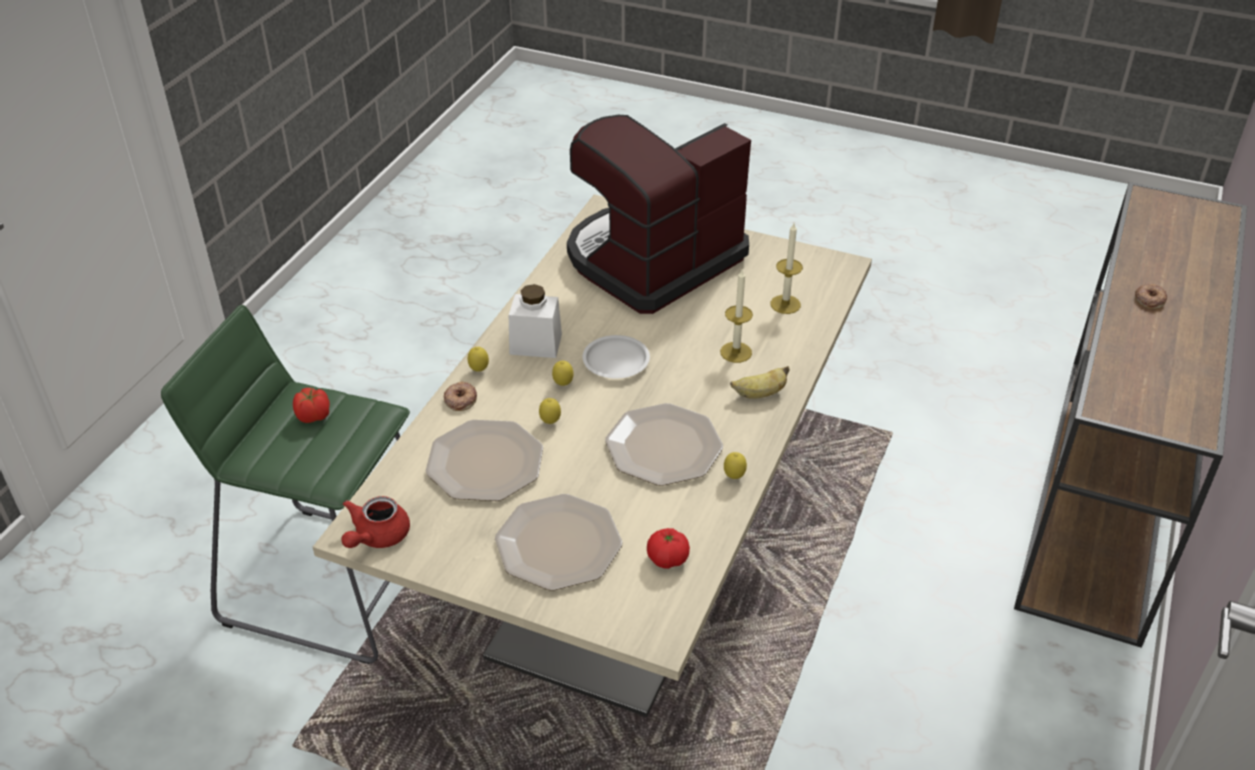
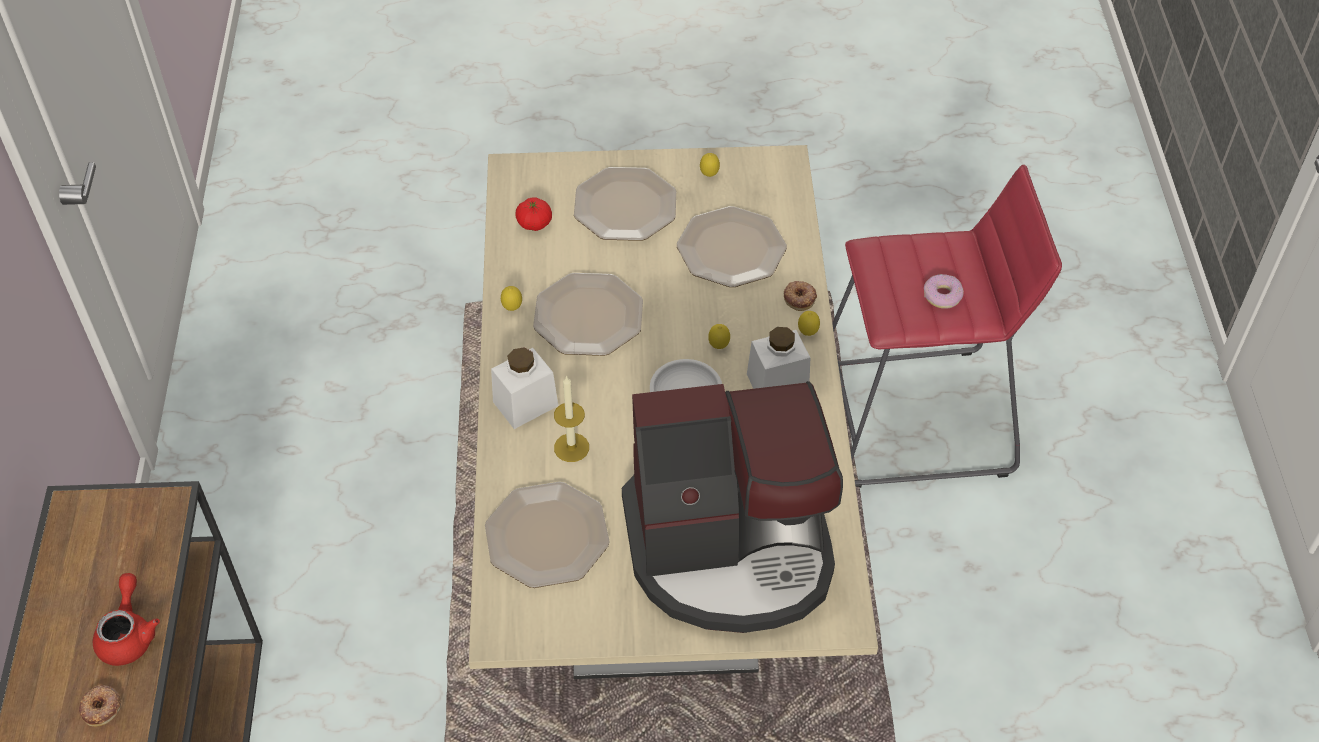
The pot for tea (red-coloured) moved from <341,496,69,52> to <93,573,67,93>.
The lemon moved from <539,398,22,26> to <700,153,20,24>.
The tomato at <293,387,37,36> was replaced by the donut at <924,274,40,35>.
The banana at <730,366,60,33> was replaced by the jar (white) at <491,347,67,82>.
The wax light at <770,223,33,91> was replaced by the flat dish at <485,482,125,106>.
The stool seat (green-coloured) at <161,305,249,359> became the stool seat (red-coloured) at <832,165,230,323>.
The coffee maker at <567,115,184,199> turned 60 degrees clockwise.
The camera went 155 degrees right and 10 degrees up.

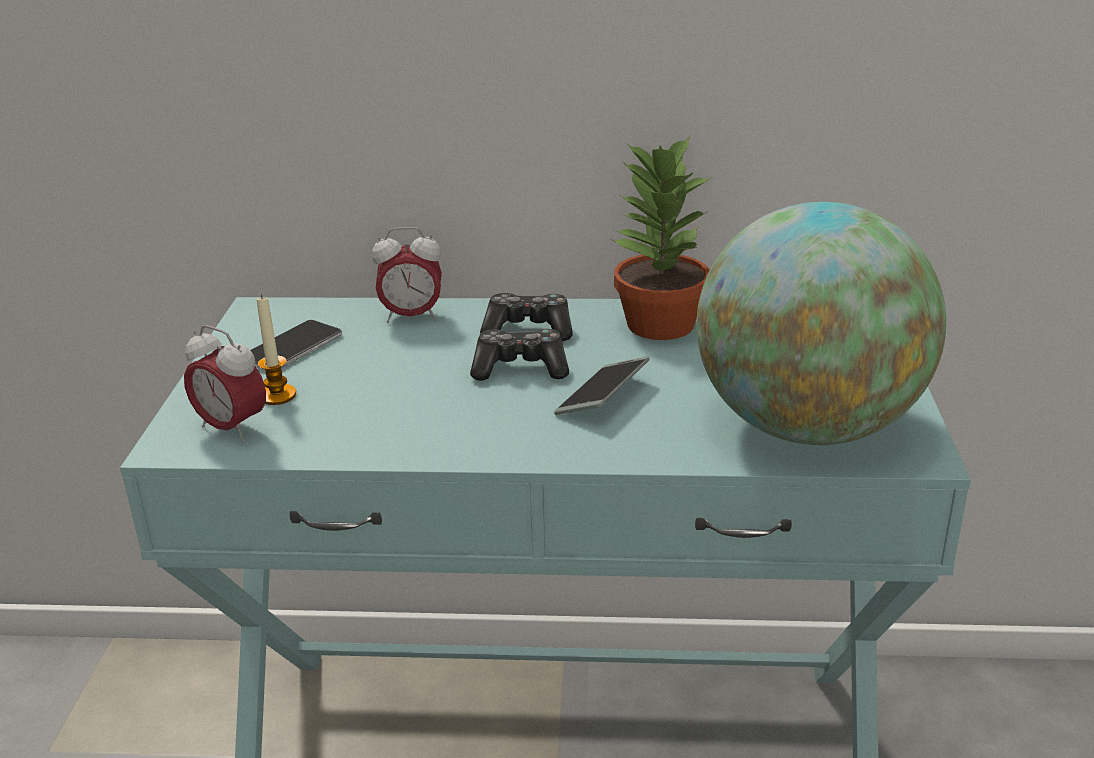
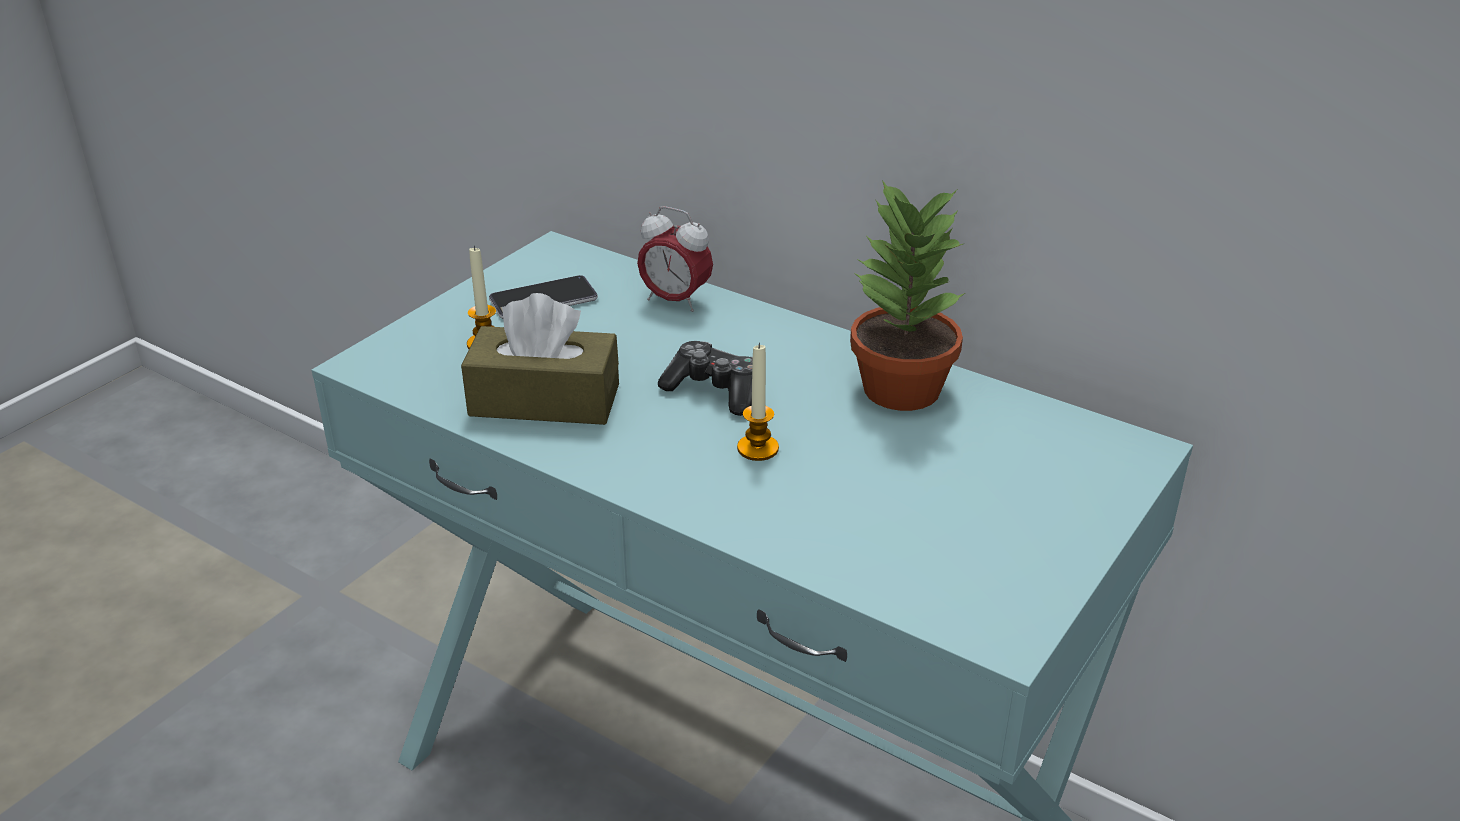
The alarm clock at <184,325,82,118> disappeared.
The joypad at <480,293,93,48> disappeared.
The desk globe at <696,202,250,243> disappeared.
The tissue holder (brownish) at <461,293,158,132> appeared.
The handset at <554,356,96,59> was replaced by the wax light at <737,343,42,118>.
The camera went 30 degrees right and 5 degrees up.

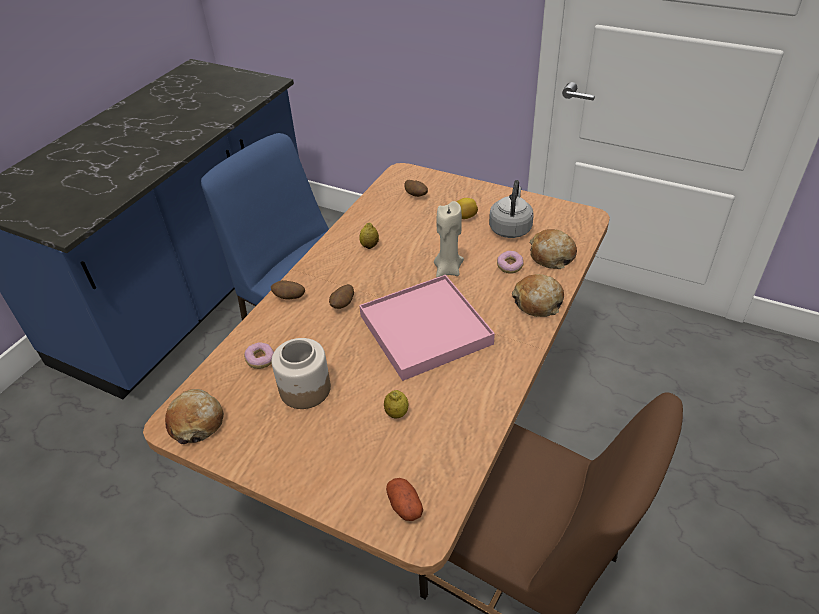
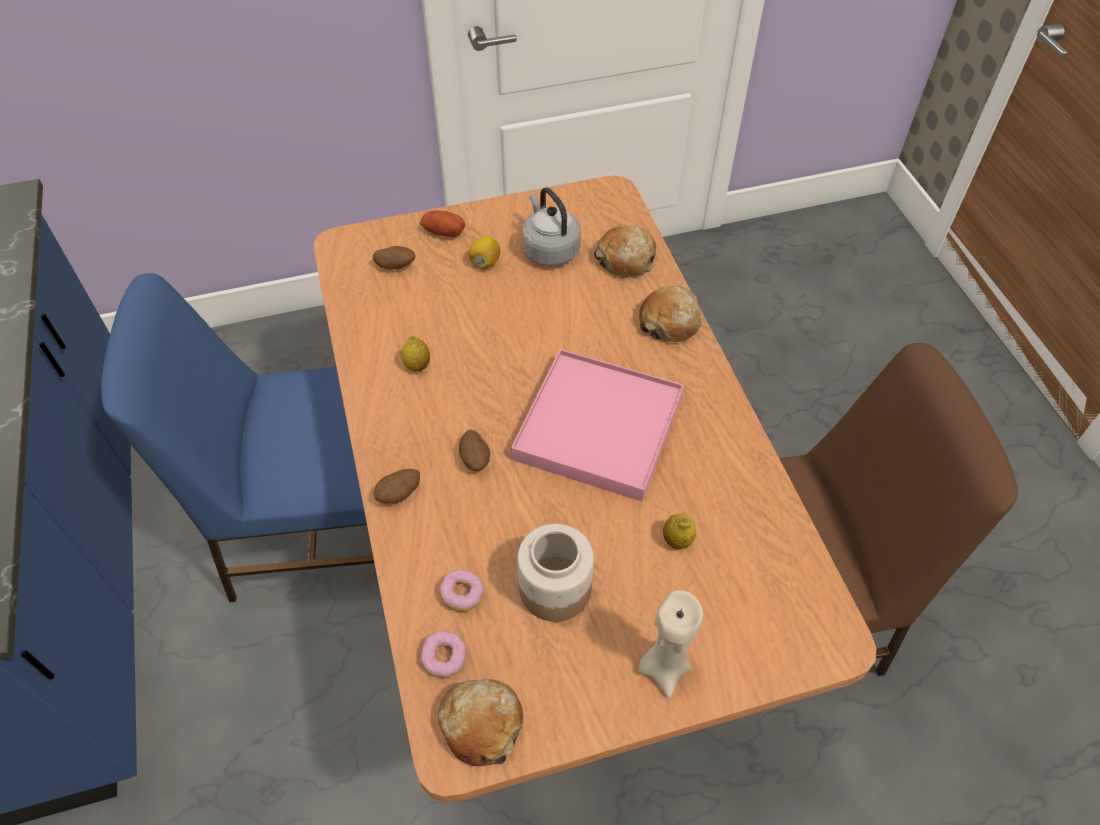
The potato moved from <386,478,37,43> to <420,210,45,27>.
The wax light (beige) moved from <434,201,30,76> to <639,590,64,108>.
The donut moved from <497,251,27,23> to <420,631,46,47>.
The camera went 45 degrees left and 10 degrees up.

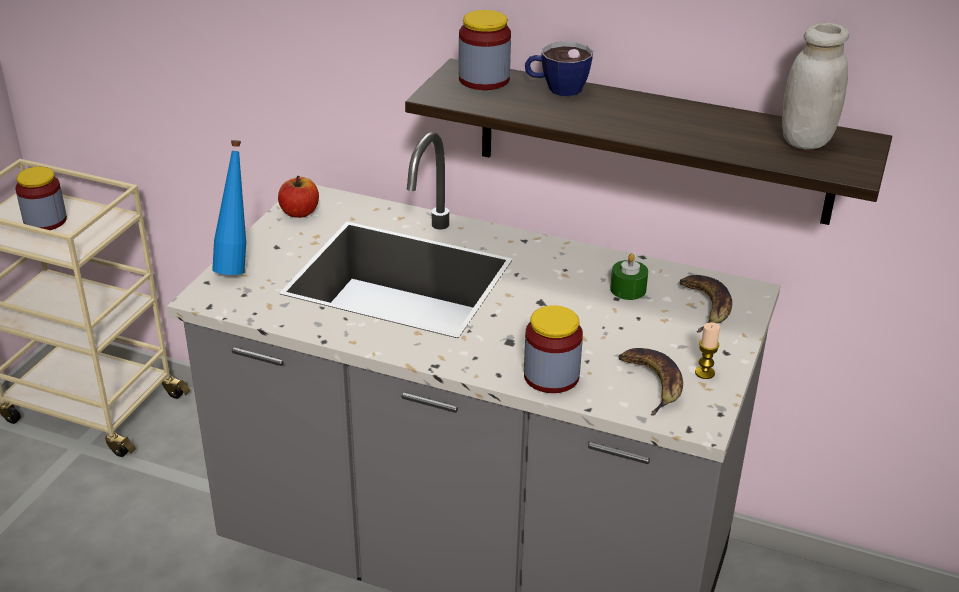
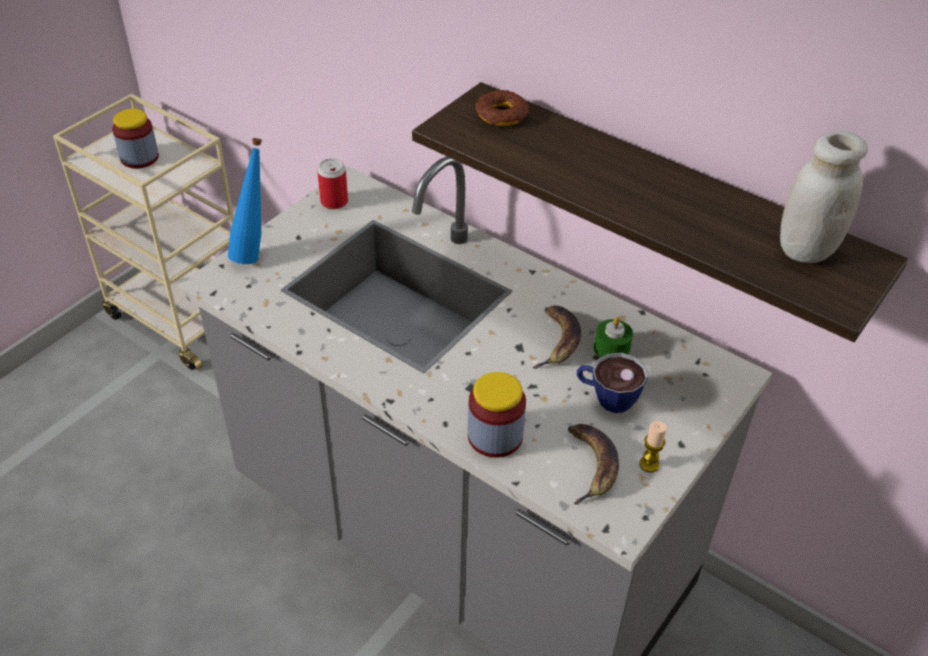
The small cup moved from <525,41,68,55> to <577,353,71,60>.
The banana moved from <679,275,53,58> to <533,305,48,64>.
The apple at <278,176,41,42> was replaced by the metal can at <317,158,31,51>.
The jar at <459,10,52,80> was replaced by the donut at <476,90,53,36>.
The camera went 15 degrees right and 10 degrees up.

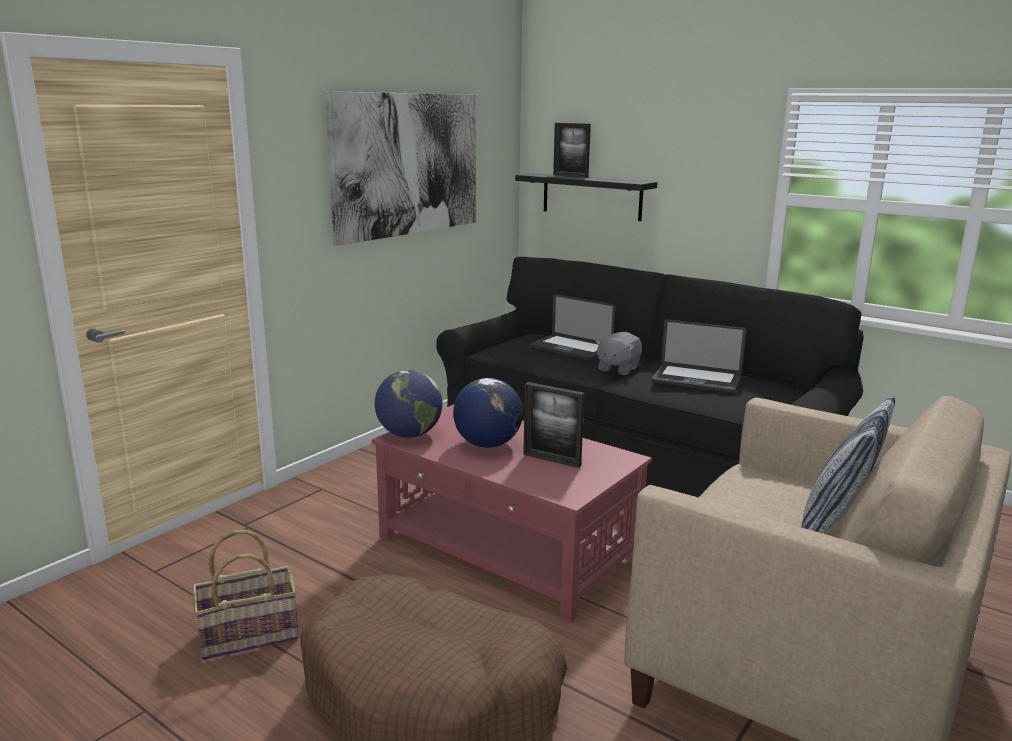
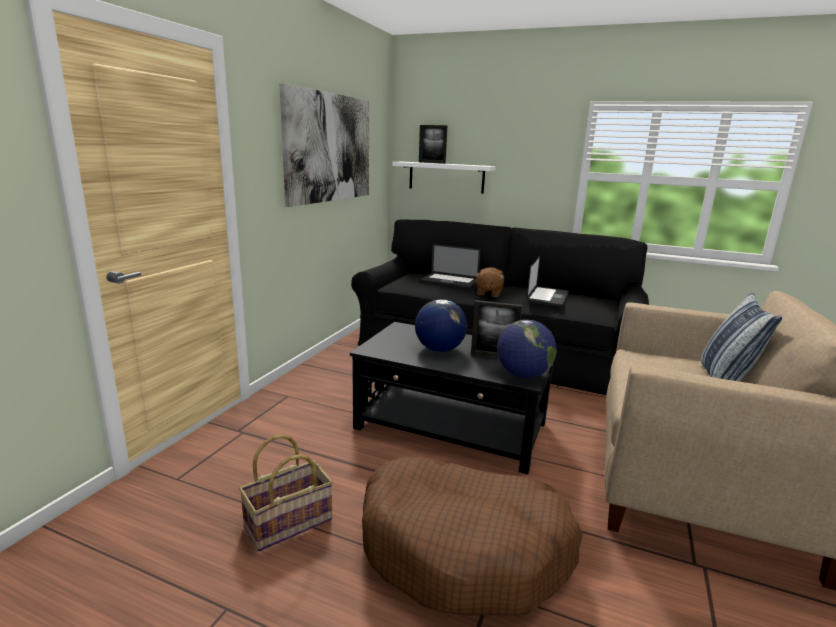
The desk globe moved from <375,370,68,68> to <497,320,59,58>.
The low table (red-coloured) at <372,404,280,218> became the low table (black) at <350,322,207,153>.
The bracket shelf (black) at <515,173,142,48> became the bracket shelf (white) at <392,162,104,32>.
The plush toy (greyish) at <595,332,47,43> became the plush toy (brownish) at <475,267,29,30>.
The notebook computer at <652,319,95,74> turned 75 degrees counterclockwise.
The camera went 15 degrees left and 0 degrees up.

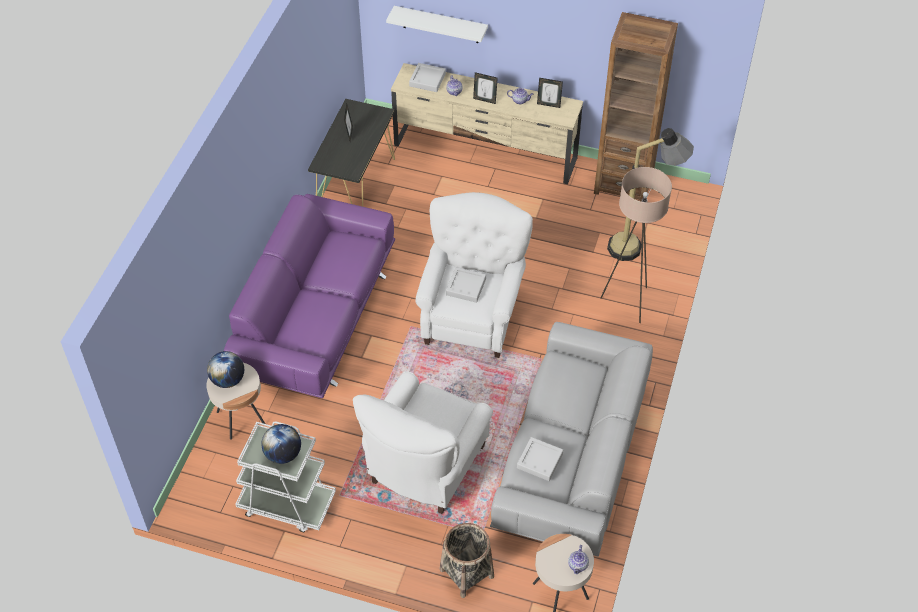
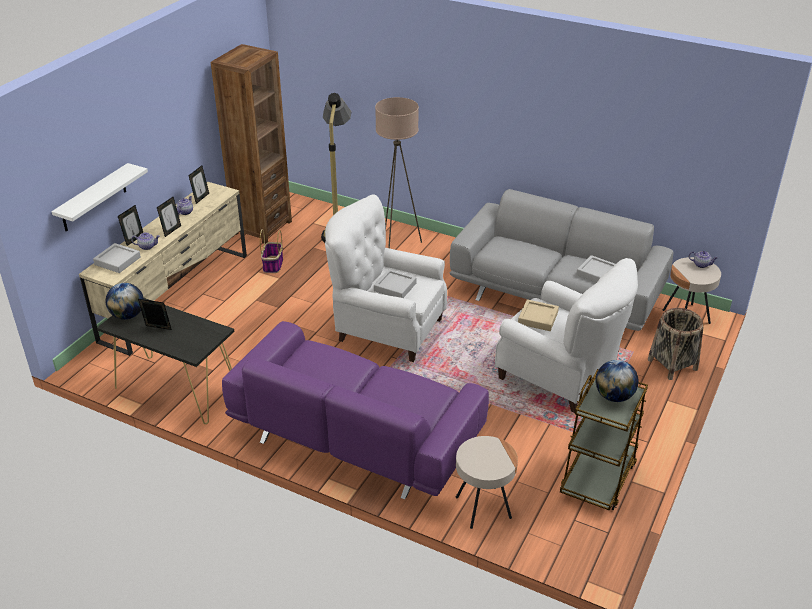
The picture frame at <118,205,25,41> appeared.
The basket at <260,229,23,44> appeared.
The carrying tray (beige) at <518,300,41,31> appeared.
The desk globe moved from <207,351,37,37> to <106,283,38,37>.
The trolley (white) at <235,421,101,111> became the trolley (brownish) at <560,369,88,142>.
The camera went 80 degrees left and 15 degrees down.

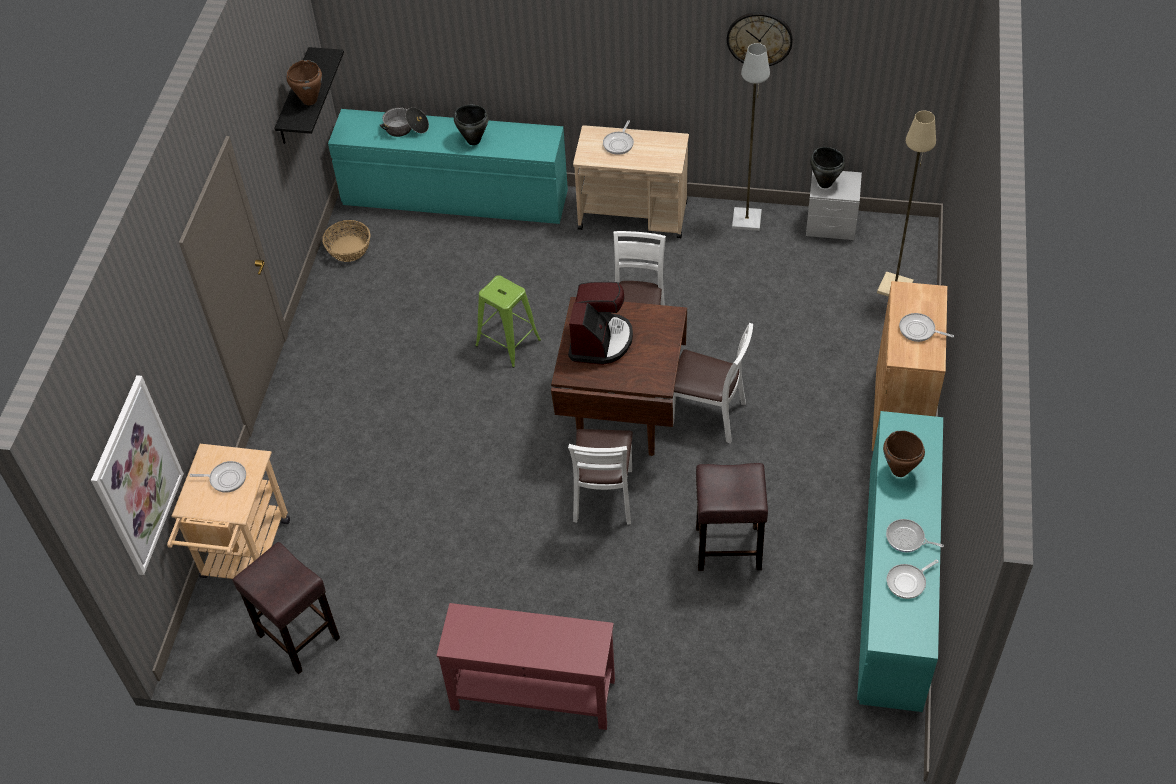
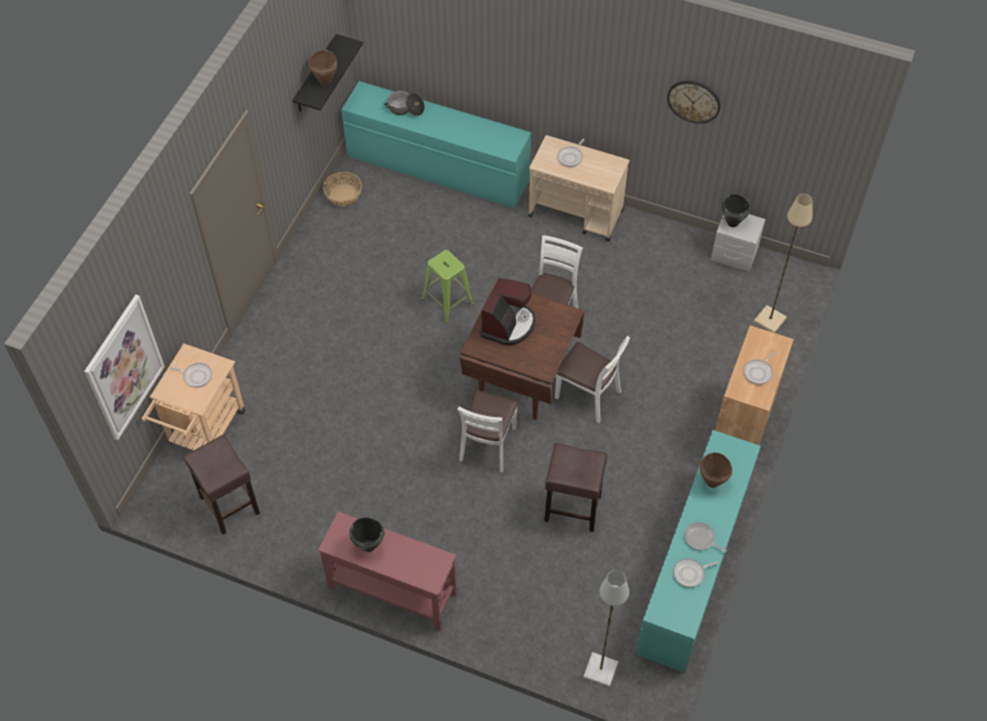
The cooking pot (black) moved from <454,105,35,40> to <349,517,35,35>.
The standing lamp (greyish) moved from <732,43,38,188> to <583,570,46,117>.
The pan at <899,313,55,29> turned 90 degrees counterclockwise.
The camera went 10 degrees right and 5 degrees up.

